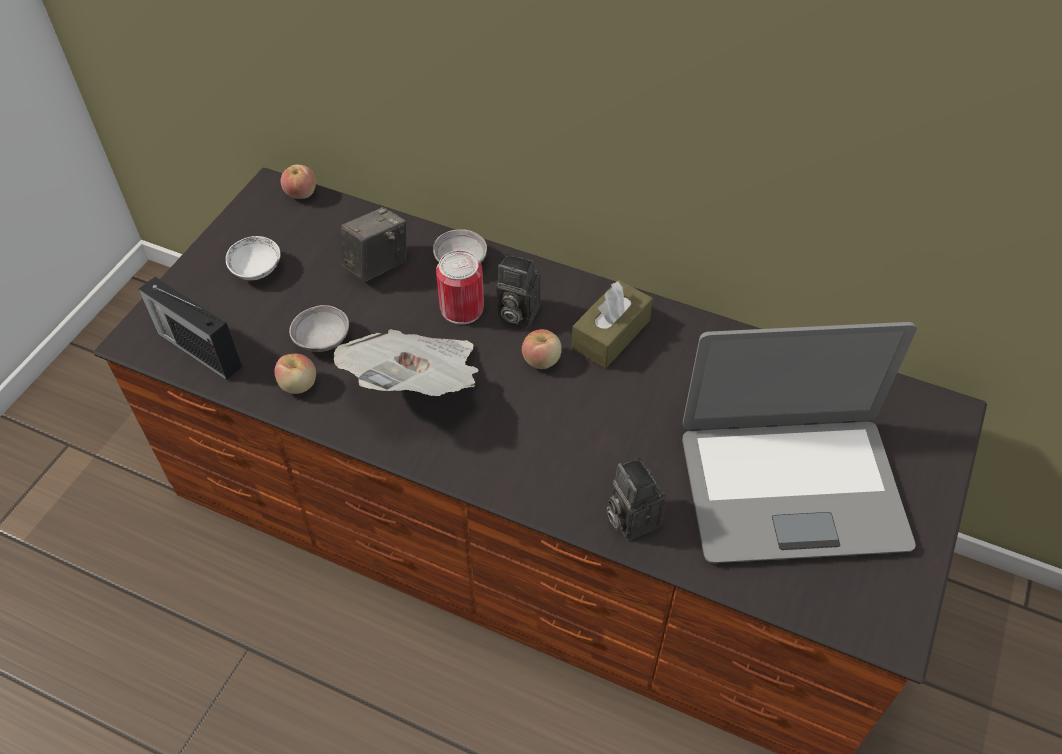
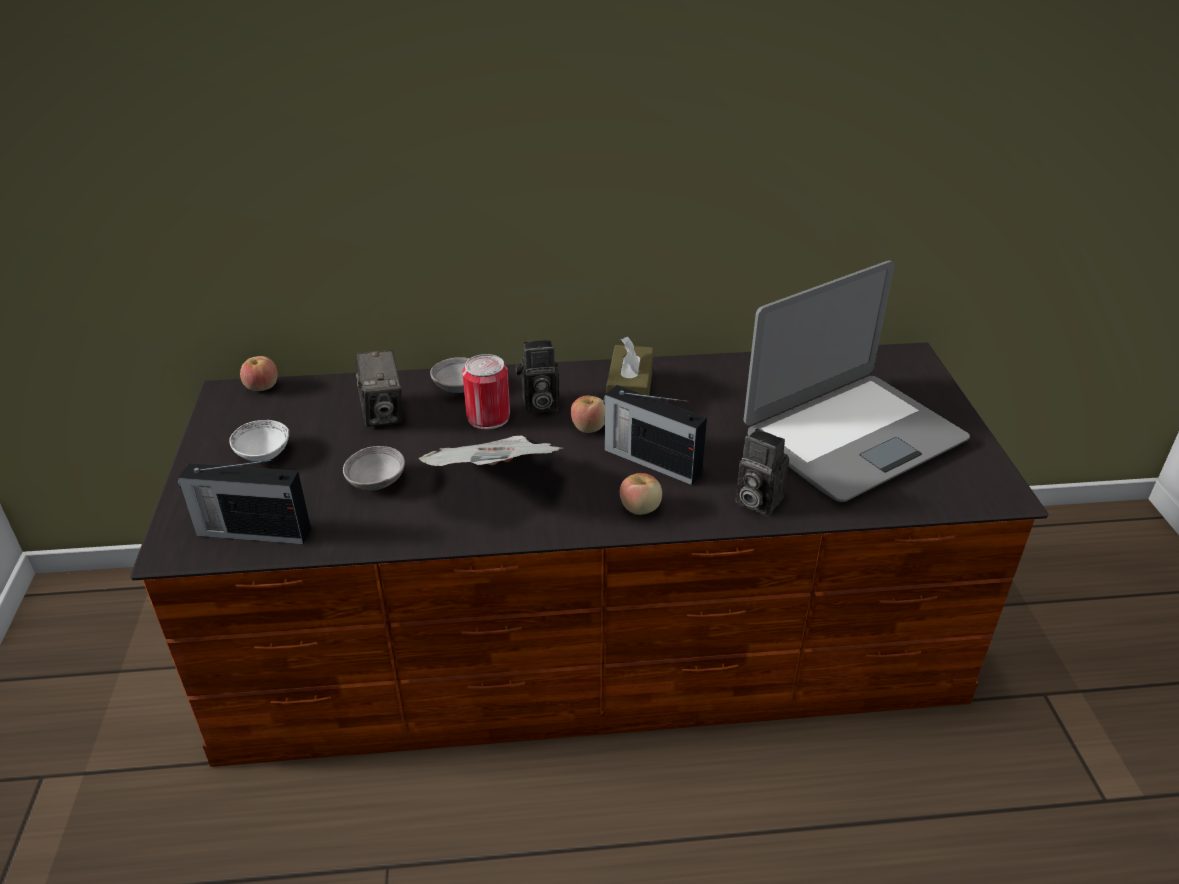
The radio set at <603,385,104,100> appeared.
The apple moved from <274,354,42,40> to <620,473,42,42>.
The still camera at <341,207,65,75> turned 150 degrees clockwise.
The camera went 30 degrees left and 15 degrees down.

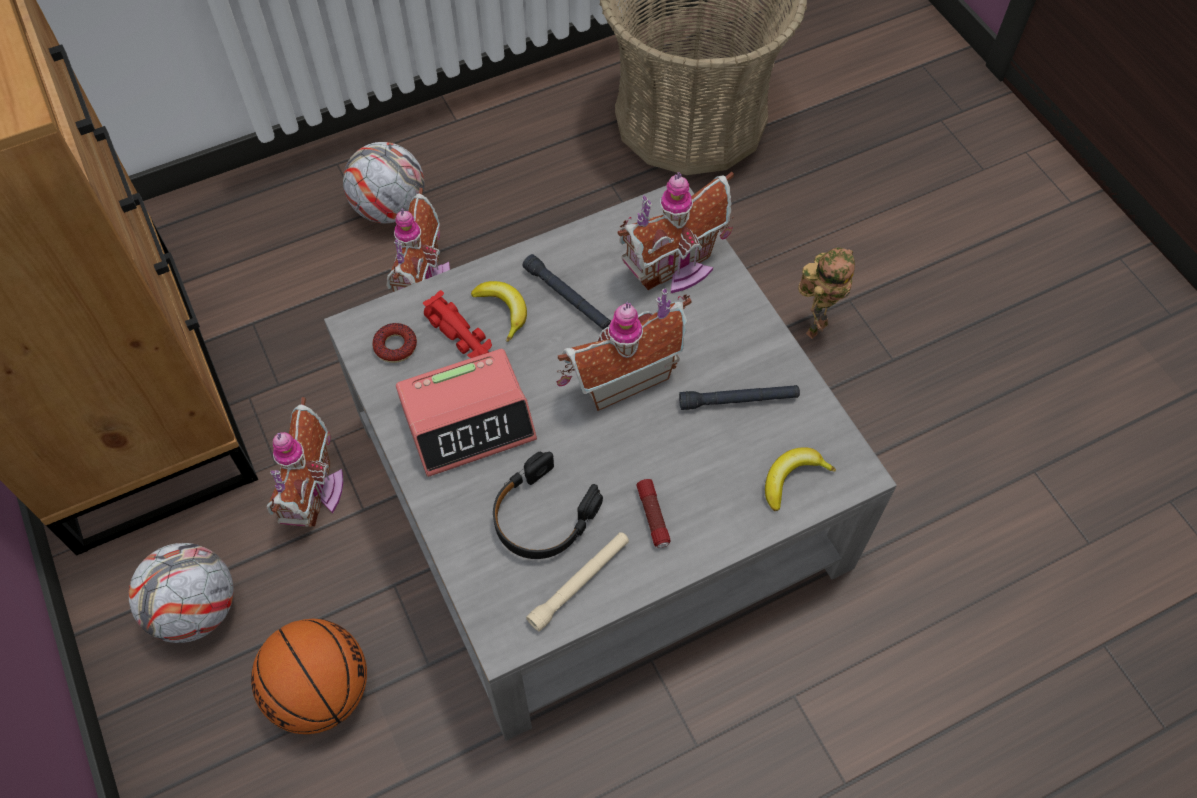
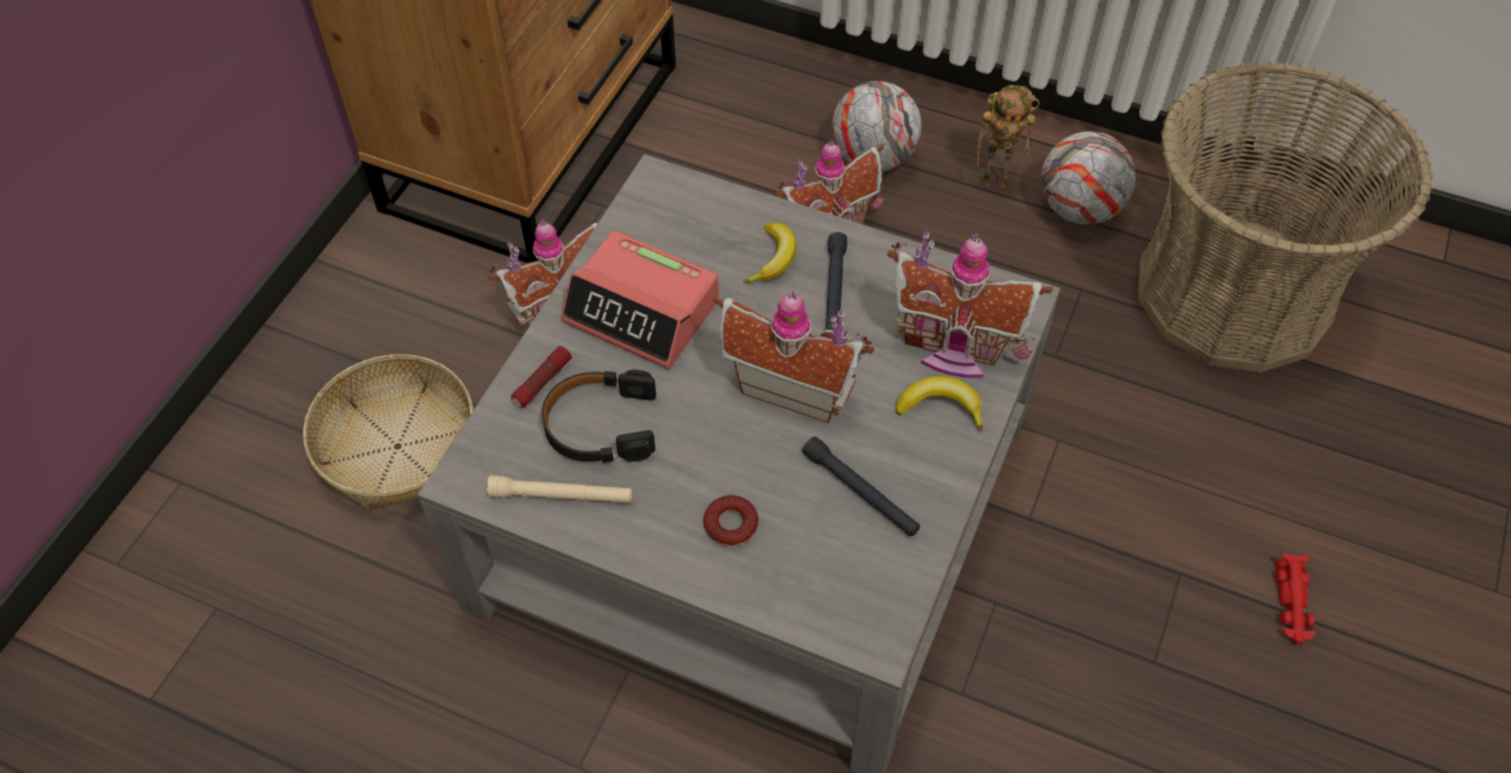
The ball for football moved from <129,543,105,100> to <1041,131,95,93>.
The donut moved from <372,323,45,40> to <703,495,56,51>.
The miniature car (red-coloured) moved from <423,290,69,68> to <1275,553,40,92>.
The torch moved from <636,479,35,69> to <511,346,61,62>.
The banana moved from <765,447,71,64> to <896,376,87,56>.
The model robot moved from <798,248,57,91> to <976,85,64,102>.
The ball for basketball at <251,619,116,115> was replaced by the basket at <303,354,170,157>.
The camera went 50 degrees right and 5 degrees down.

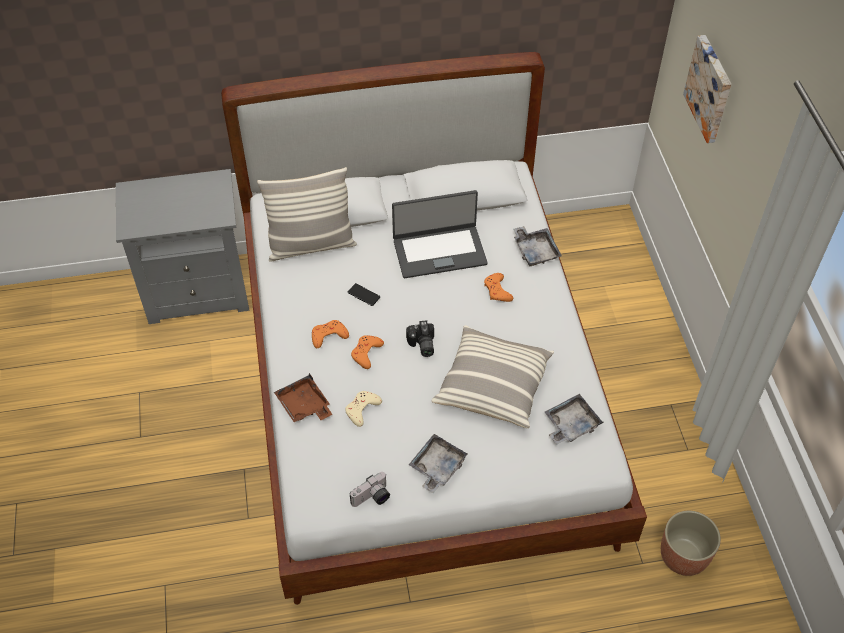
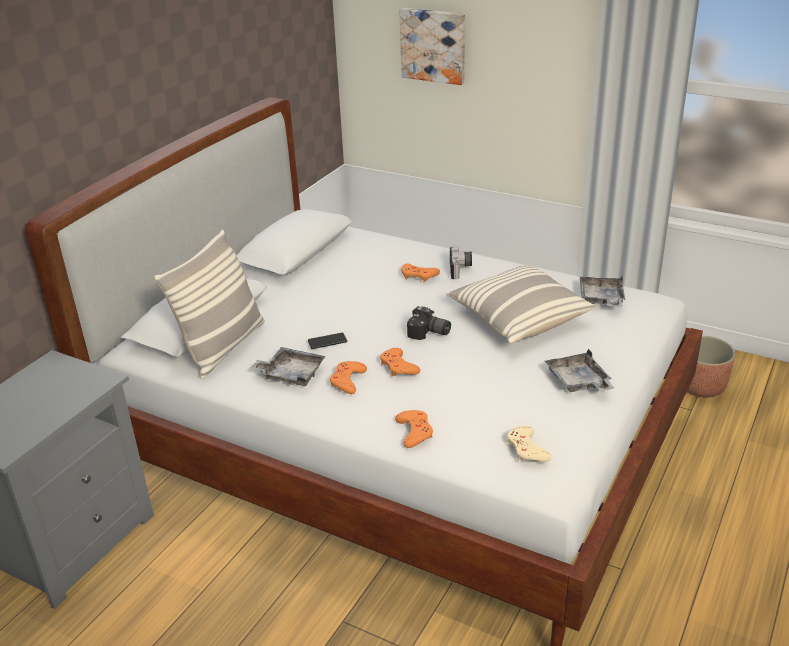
The notebook computer at <392,190,96,88> disappeared.
The joypad (beige) moved from <345,391,37,36> to <507,426,45,36>.
The still camera moved from <350,472,40,35> to <450,244,22,35>.
The carrying tray (greyish) moved from <513,226,49,40> to <251,347,75,39>.
The carrying tray (brownish) at <274,373,58,49> was replaced by the joypad (orange-coloured) at <395,410,38,38>.
The camera went 50 degrees left and 20 degrees down.

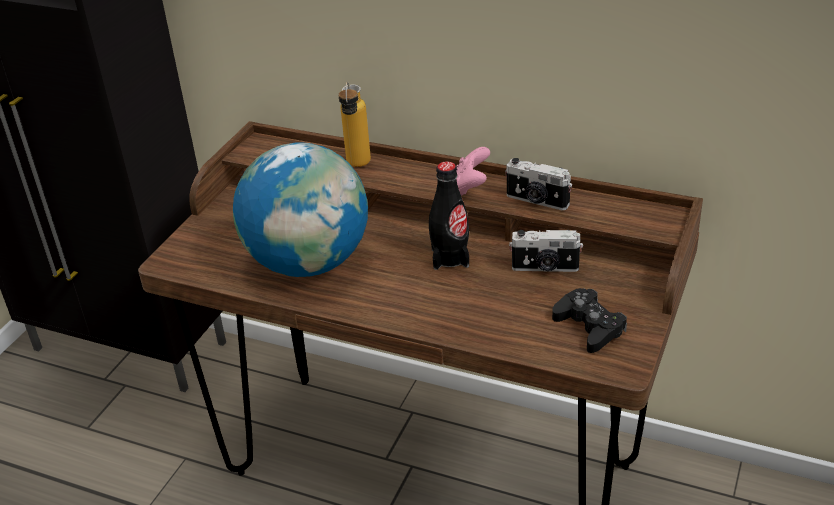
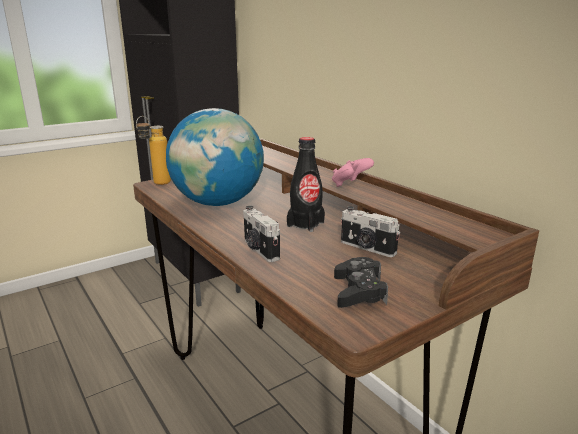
The drink bottle moved from <338,82,33,85> to <136,116,35,69>.
The still camera moved from <505,158,67,53> to <243,206,37,56>.
The camera went 30 degrees right and 15 degrees down.

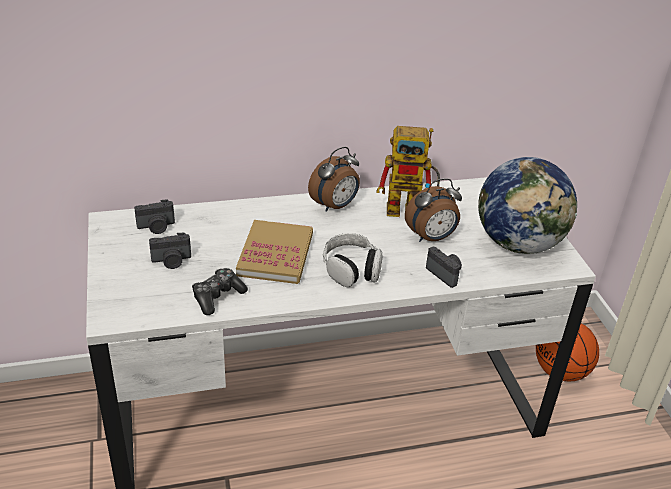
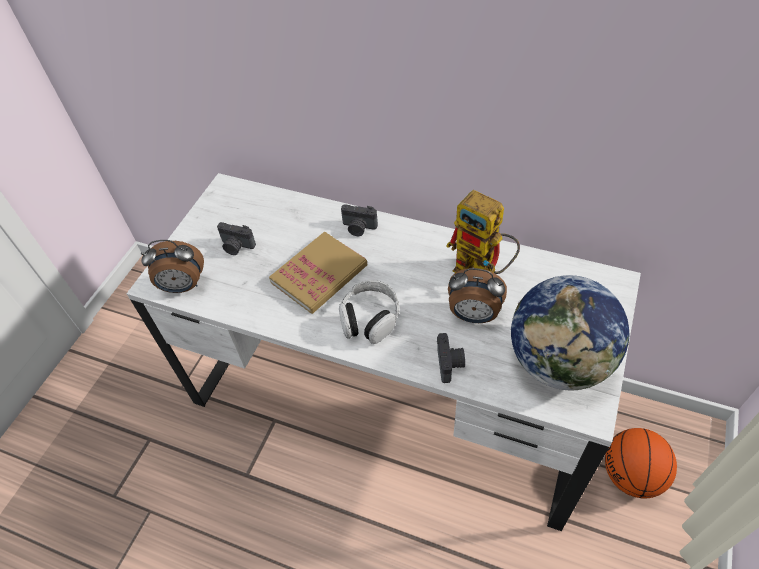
The joypad at <192,268,56,47> disappeared.
The still camera moved from <134,199,41,35> to <341,204,37,32>.
The alarm clock moved from <308,147,52,65> to <141,240,63,53>.
The camera went 40 degrees right and 15 degrees up.

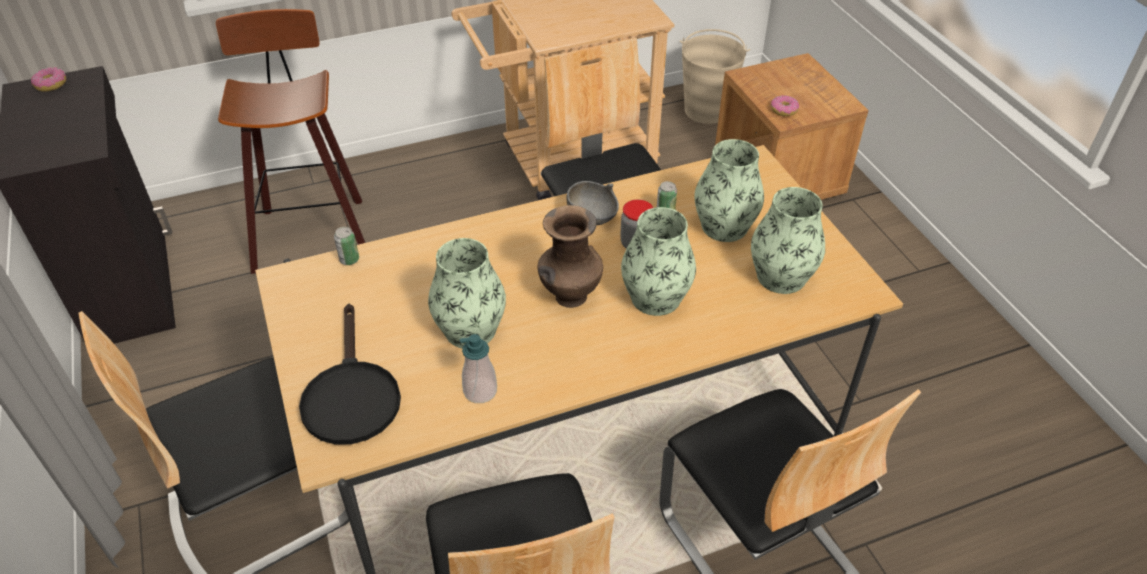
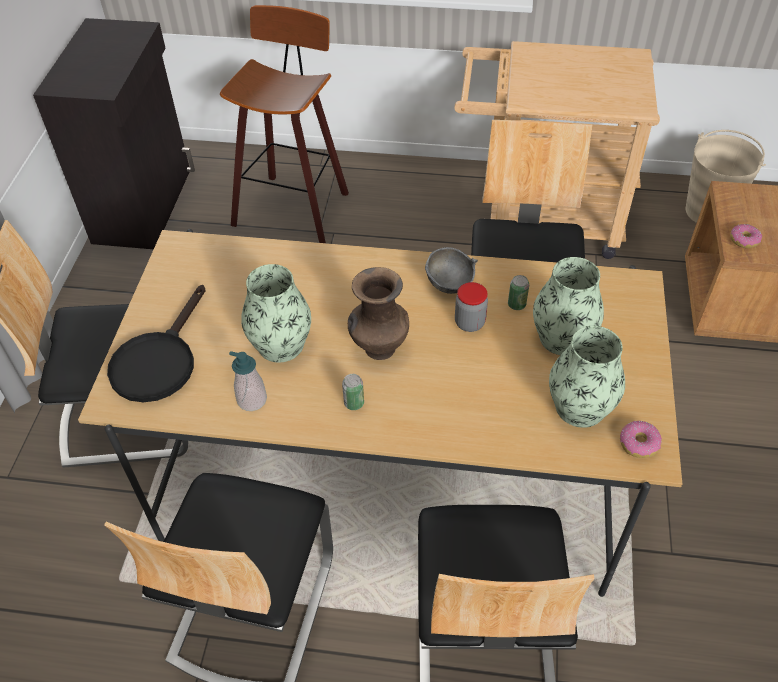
The decorative vase at <621,207,75,109> disappeared.
The donut moved from <31,67,35,25> to <620,421,42,37>.
The metal can moved from <334,227,25,38> to <342,374,22,36>.
The camera went 30 degrees right and 5 degrees up.

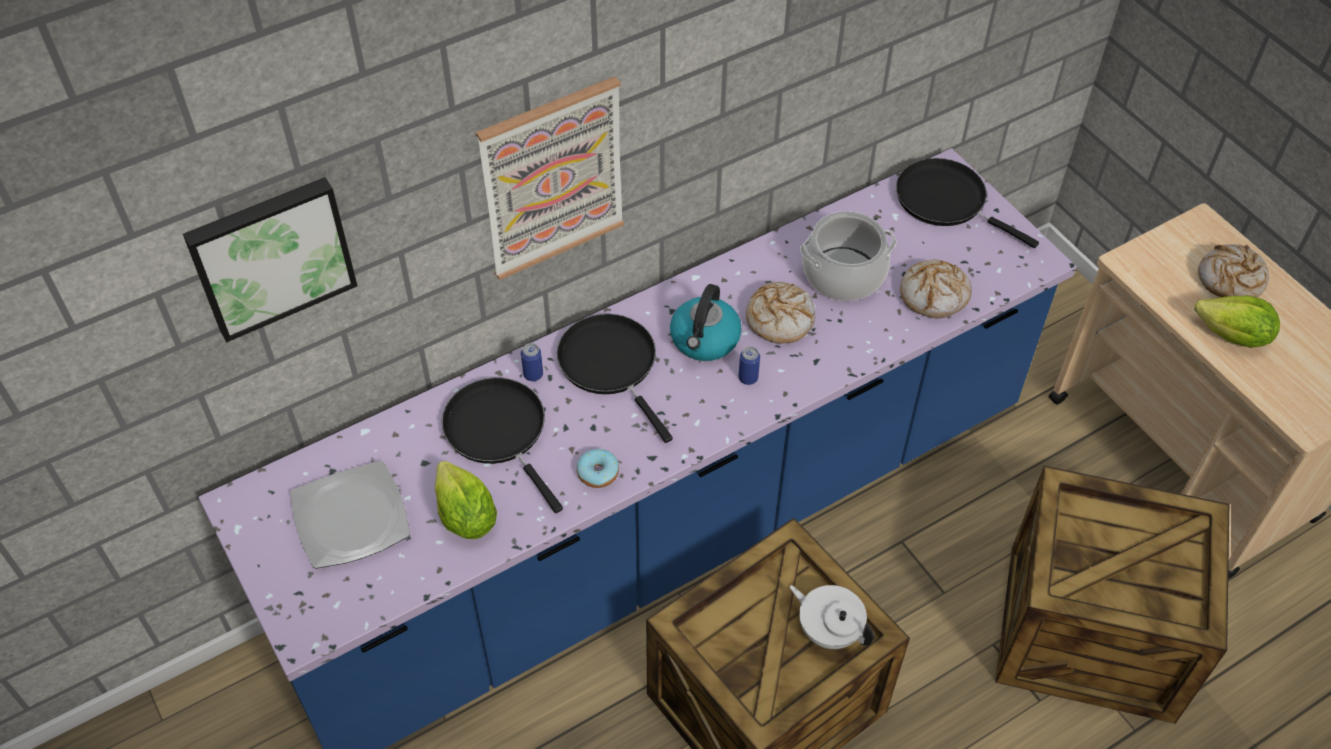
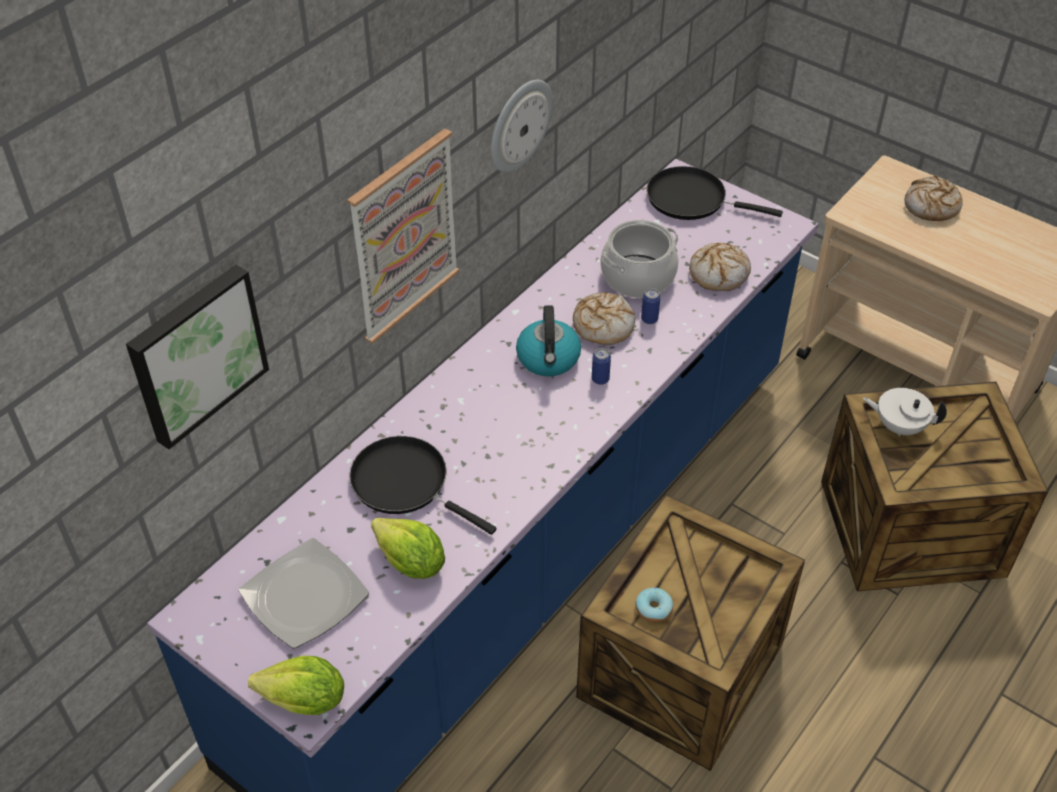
The pan (black) at <557,314,116,129> disappeared.
The clock on the wall at <491,80,62,92> appeared.
The metal can moved from <521,343,22,38> to <641,288,20,36>.
The donut moved from <577,449,42,39> to <635,587,38,35>.
The pot for tea (white) moved from <789,585,85,64> to <863,388,84,48>.
The head of lettuce moved from <1194,296,86,52> to <248,656,96,59>.
The camera went 20 degrees left and 5 degrees down.

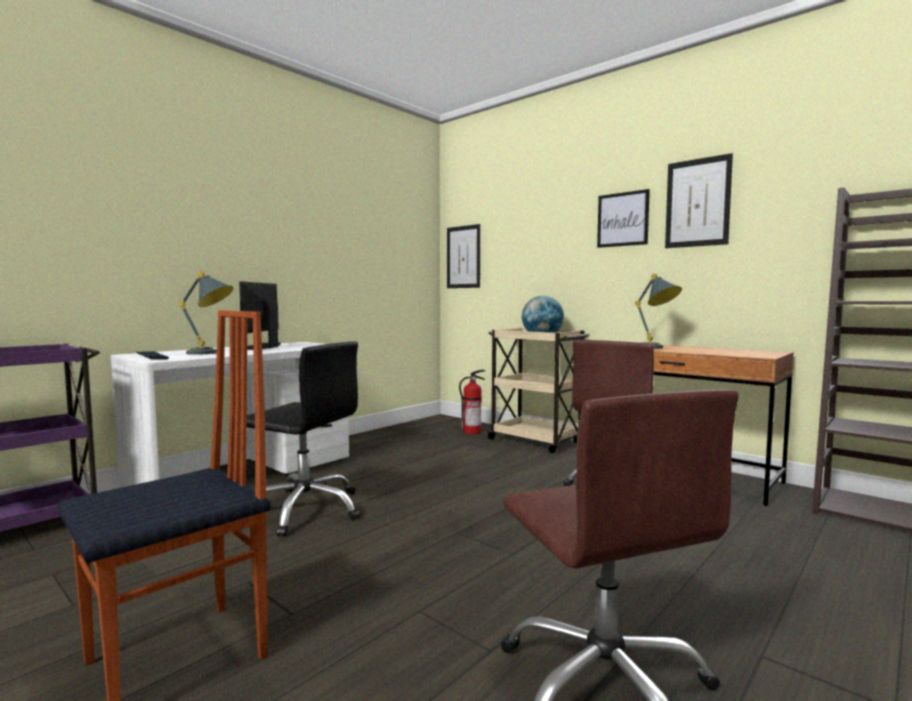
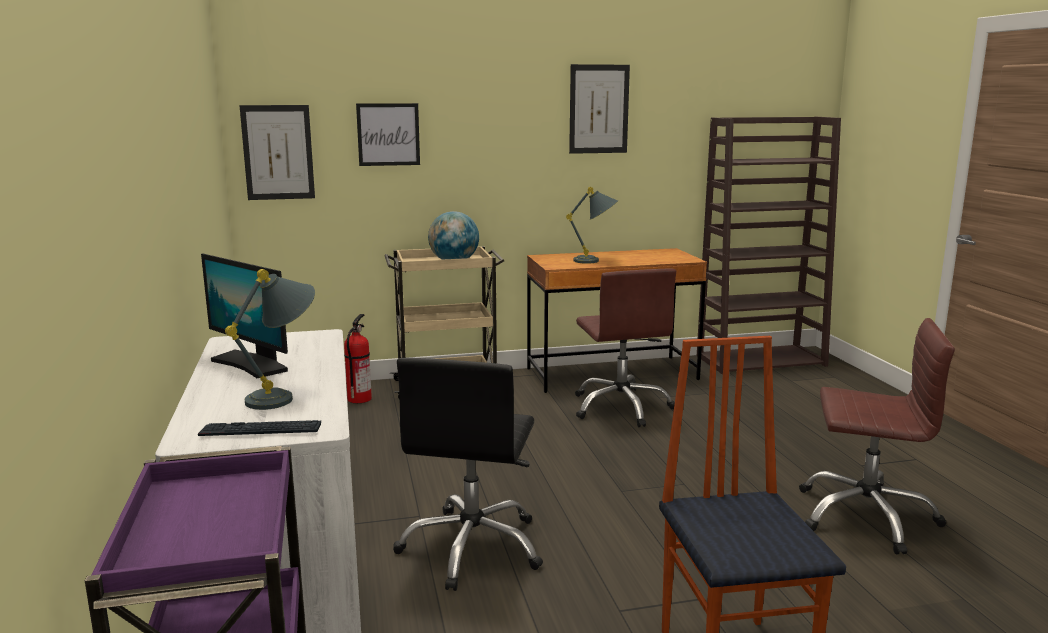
The picture moved from <597,189,53,59> to <356,103,64,63>.
The office chair (black) at <247,341,113,196> turned 135 degrees clockwise.
The camera went 55 degrees left and 10 degrees up.

